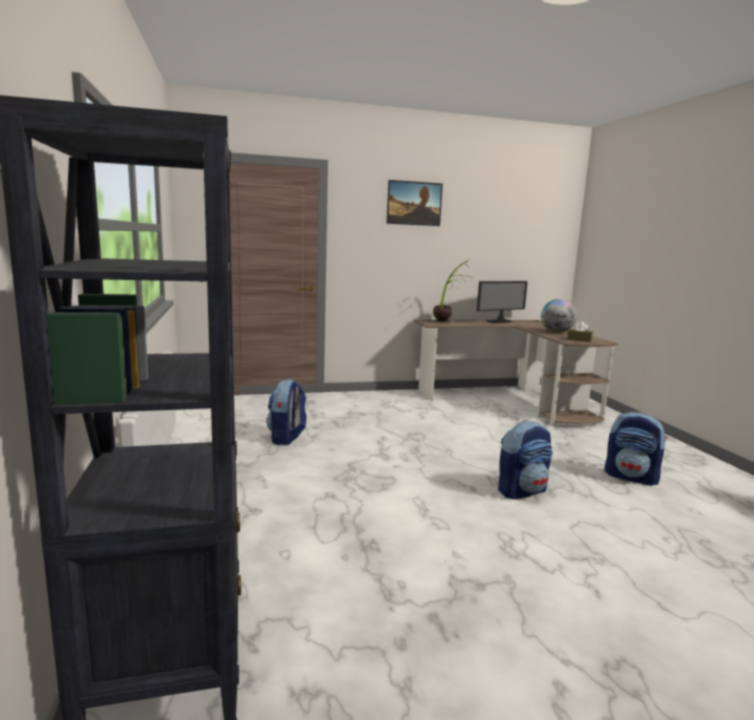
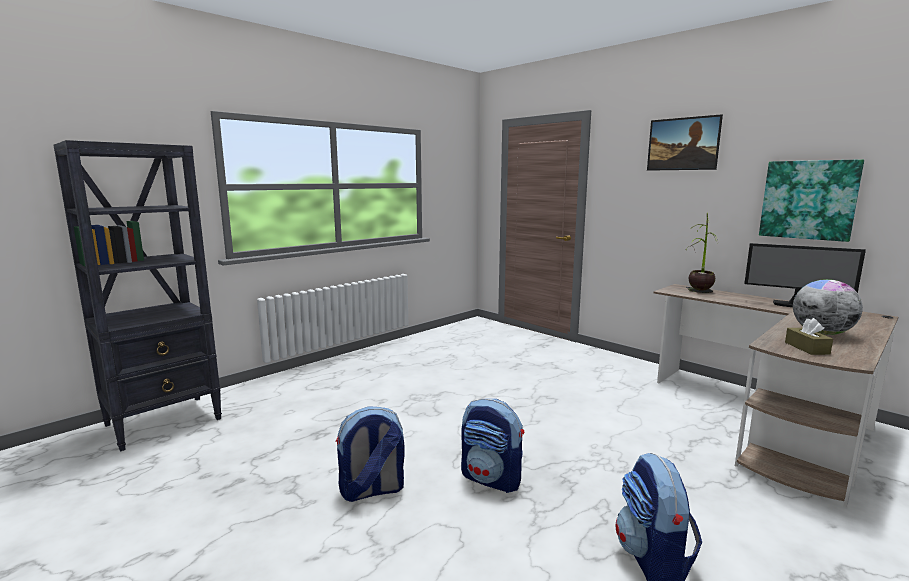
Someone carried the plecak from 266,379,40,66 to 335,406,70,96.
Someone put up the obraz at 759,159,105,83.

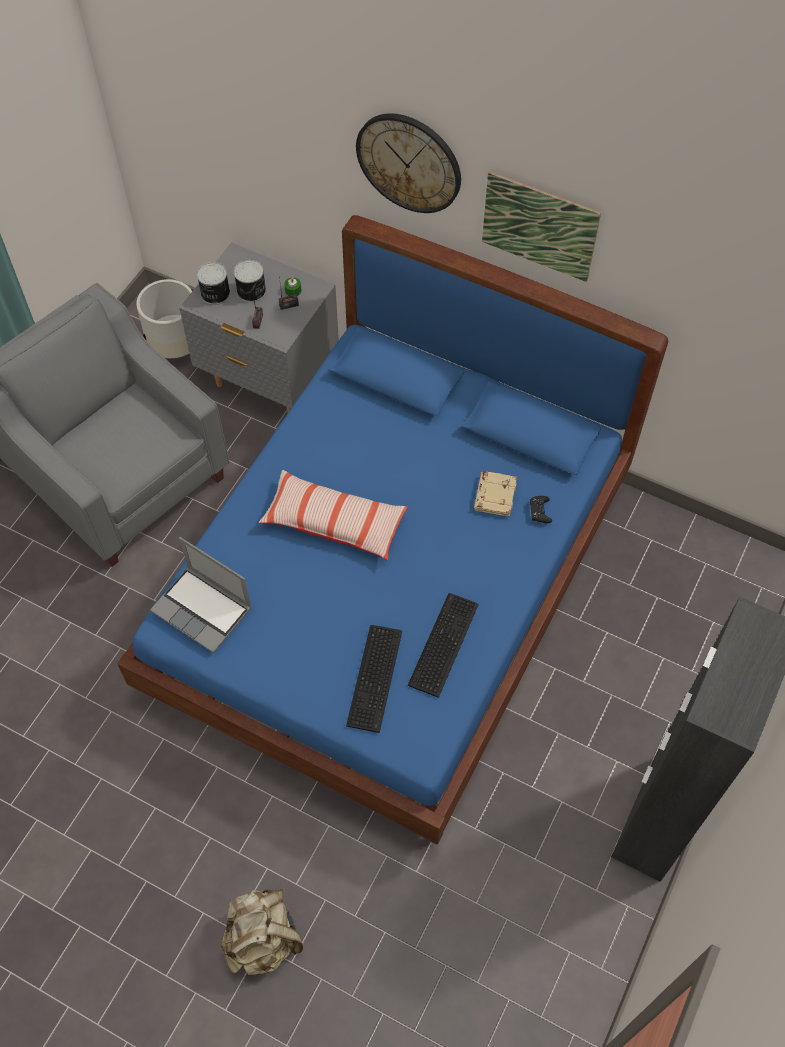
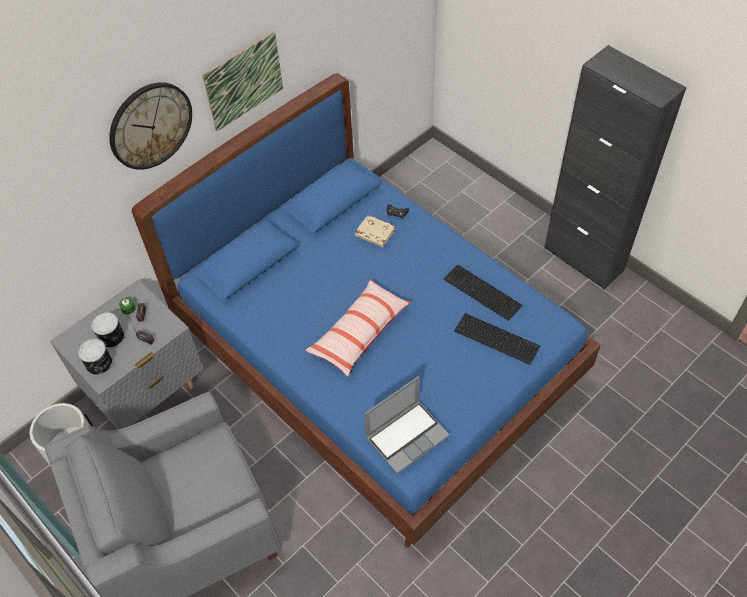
Someone took away the plecak/beżowy at 221,889,82,86.

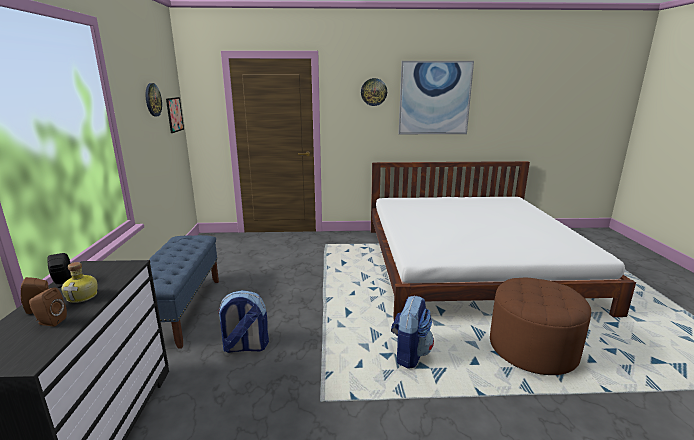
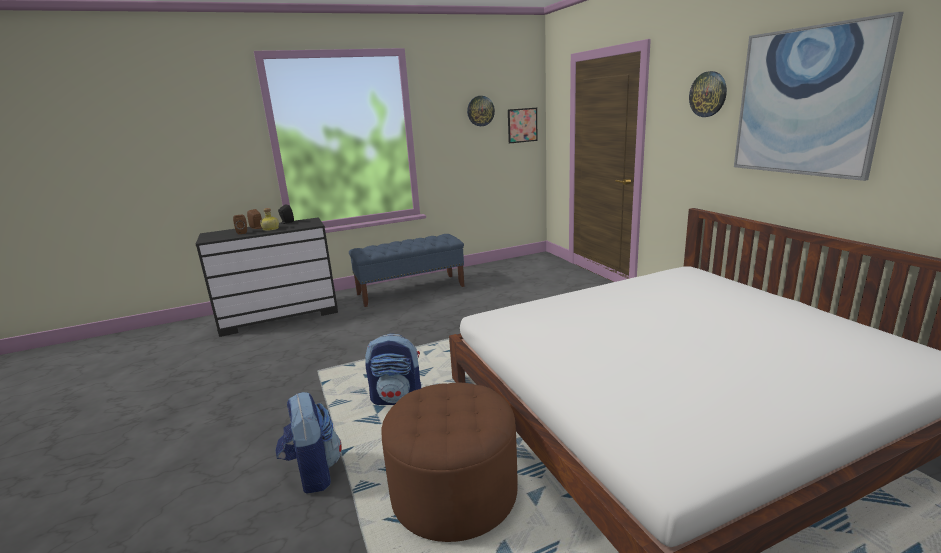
Someone carried the plecak from 217,290,52,63 to 276,392,66,102.

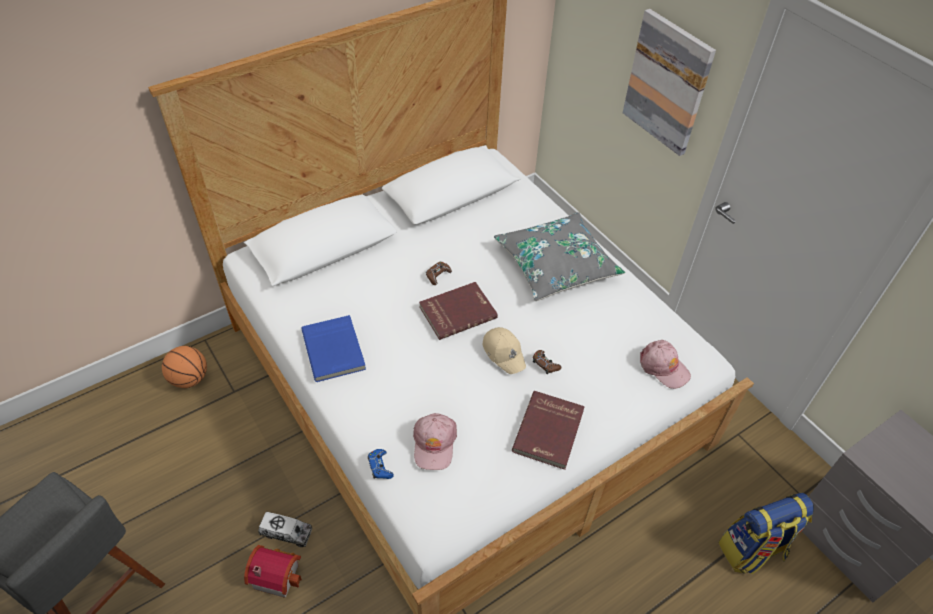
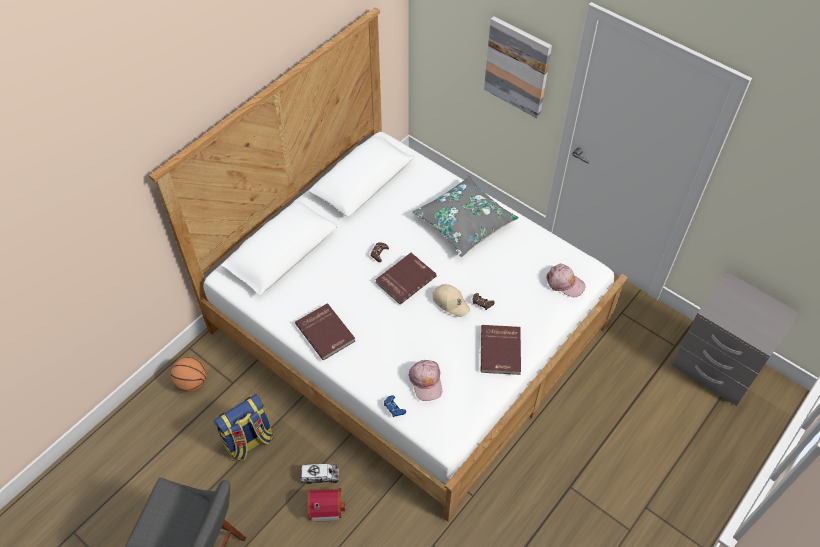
Someone repainted the książka/niebieski at 301,315,65,67, which became the książka/czerwony at 295,303,60,57.
Someone carried the plecak from 718,493,96,81 to 213,394,61,67.

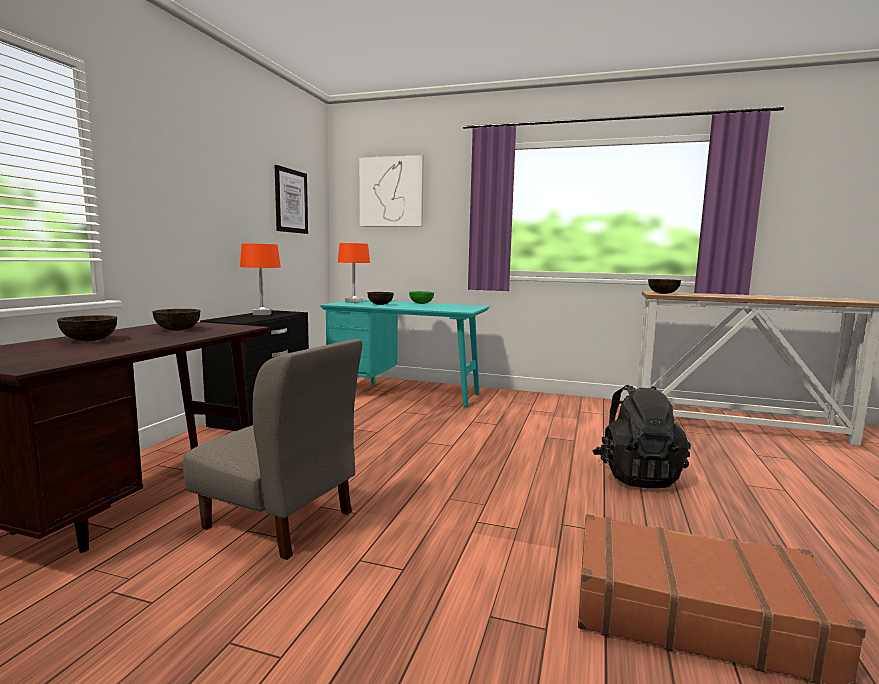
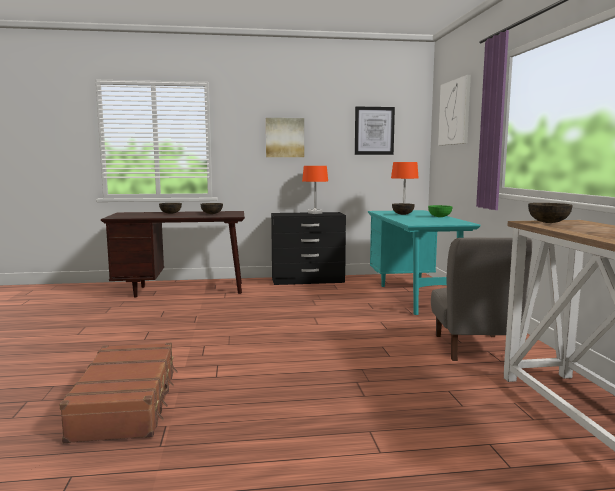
Someone carried the krzesło/szary from 183,339,179,221 to 431,238,101,123.
Someone took away the plecak/czarny at 592,385,99,103.
Someone put up the obraz at 266,118,38,39.

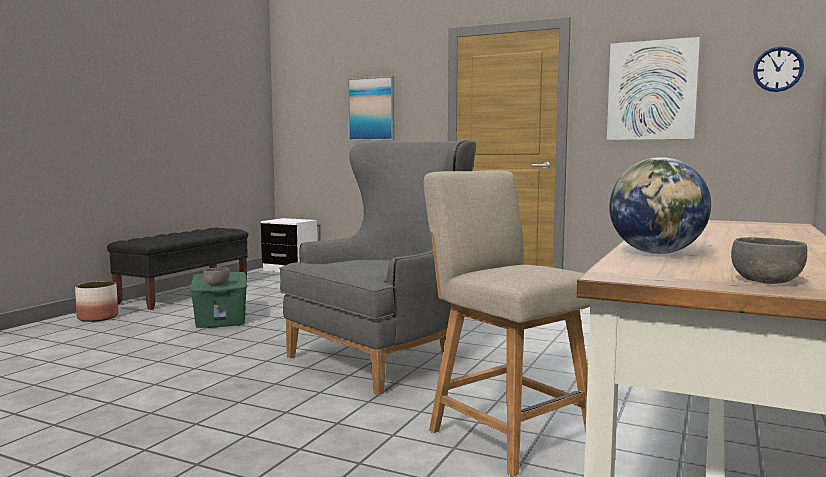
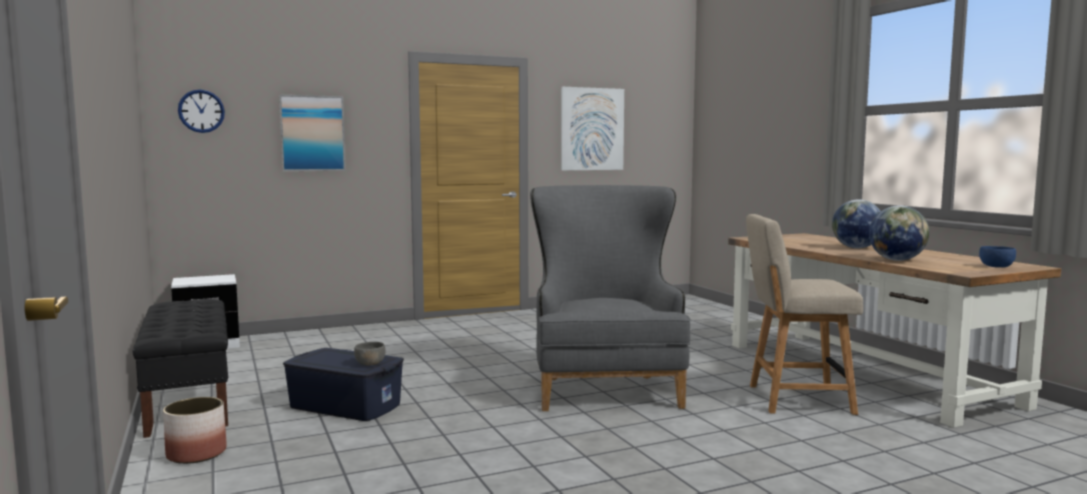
Someone carried the zegar ścienny from 753,46,51,46 to 178,89,47,44.
Someone repainted the miska/szary at 731,237,76,47, which became the miska/niebieski at 979,246,37,21.
Someone repainted the pojemnik do przechowywania/zielony at 190,272,57,56, which became the pojemnik do przechowywania/niebieski at 283,348,121,73.
Someone put down the globus at 832,199,49,49.

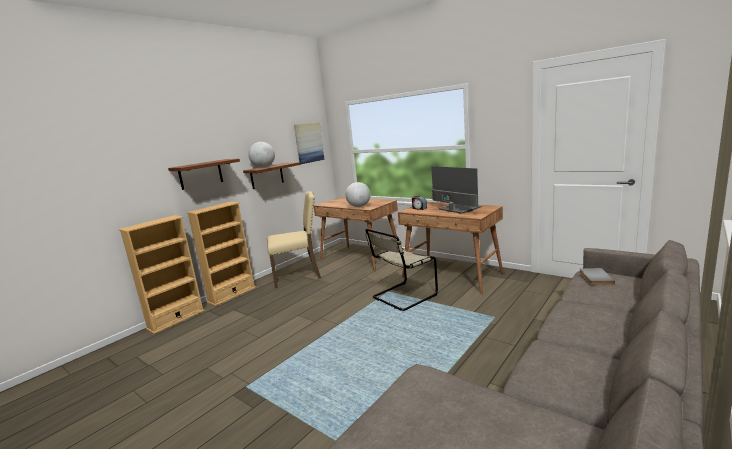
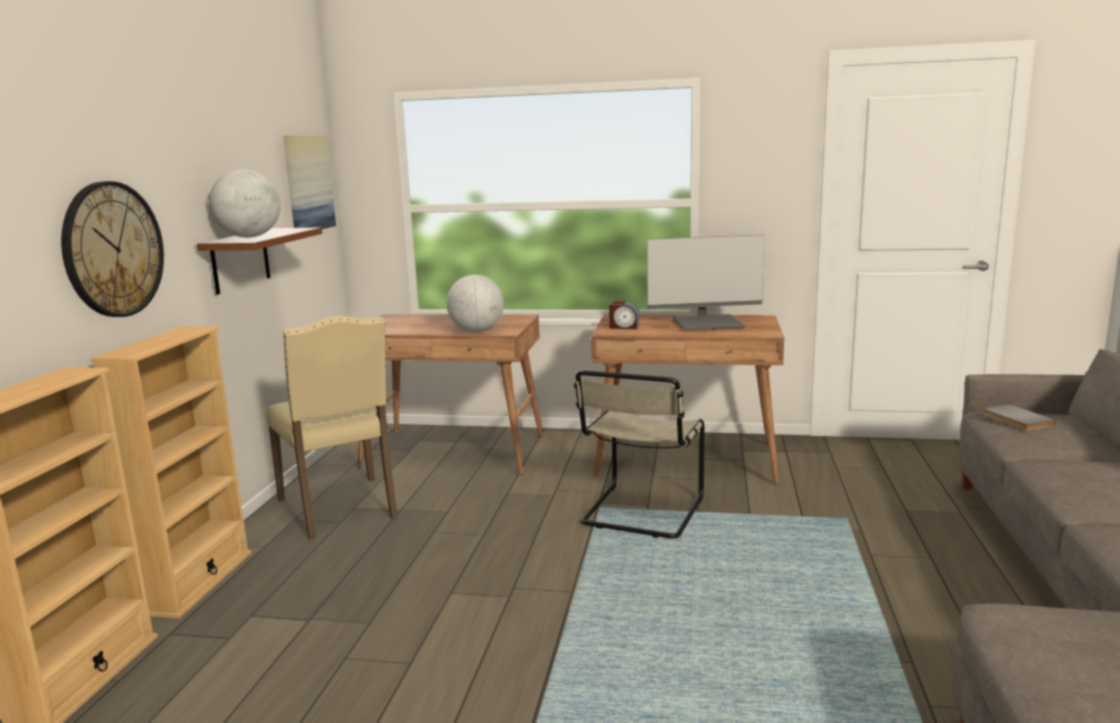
Someone swapped the półka/brązowy at 168,159,72,31 for the zegar ścienny at 61,181,103,136.
Someone rotated the monitor at 431,166,51,48 by 150 degrees clockwise.
Someone rotated the krzesło/beżowy at 267,191,54,97 by 105 degrees clockwise.

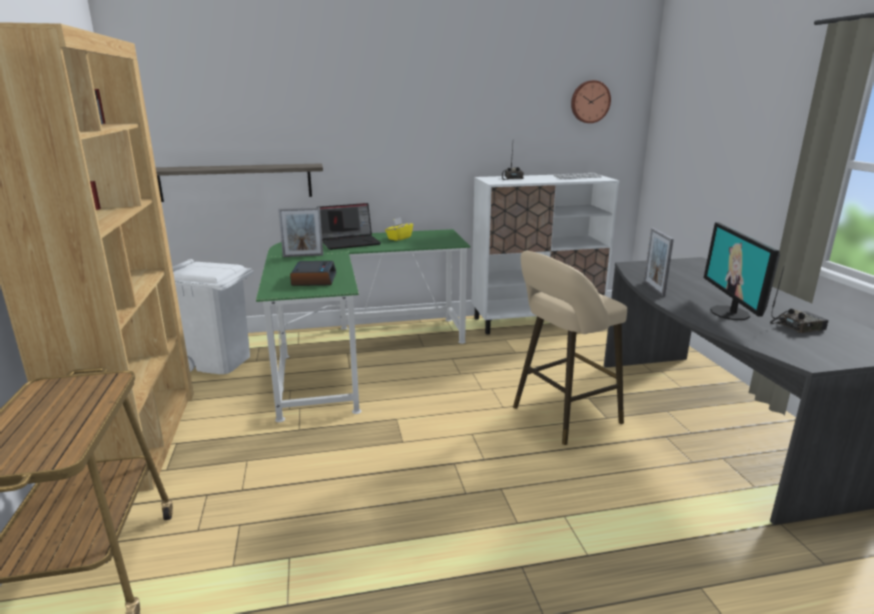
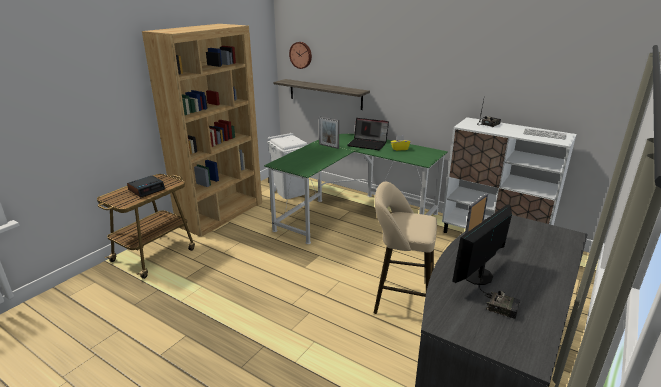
Someone carried the zegar ścienny from 571,80,40,43 to 289,42,23,27.
Someone carried the budzik from 290,261,46,25 to 127,176,38,21.

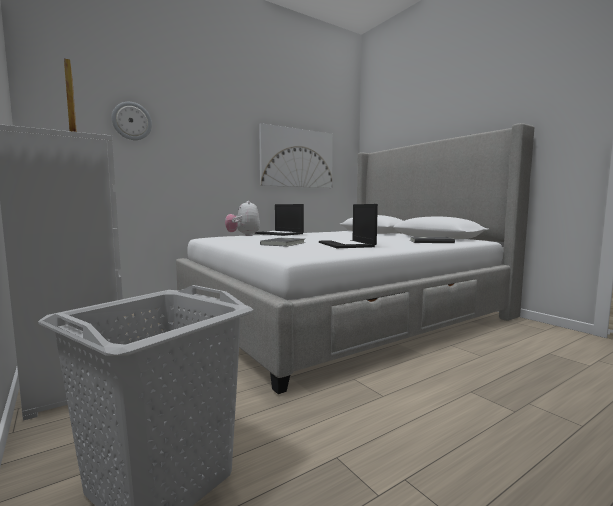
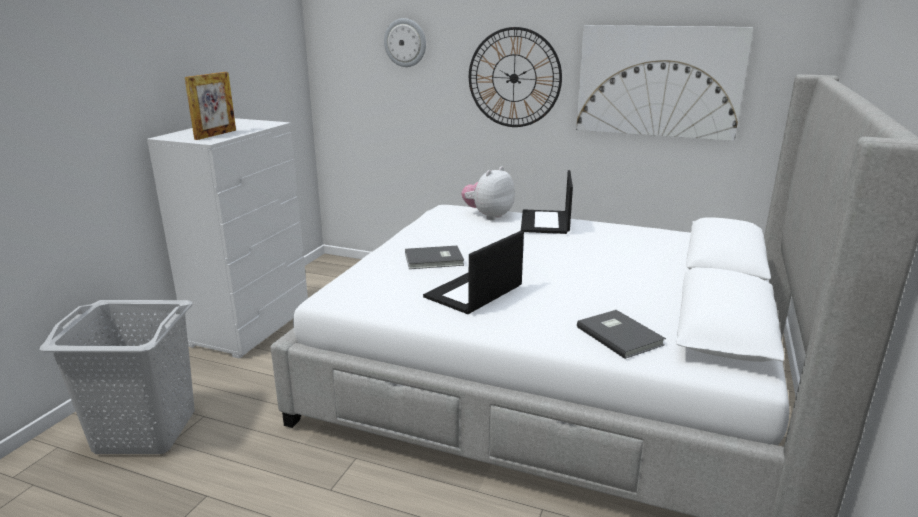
Someone put up the zegar ścienny at 469,27,93,100.

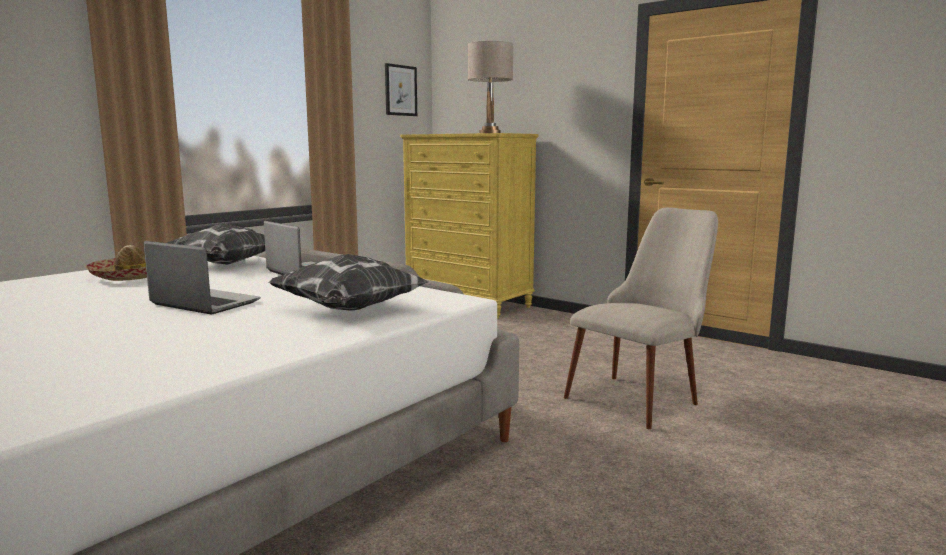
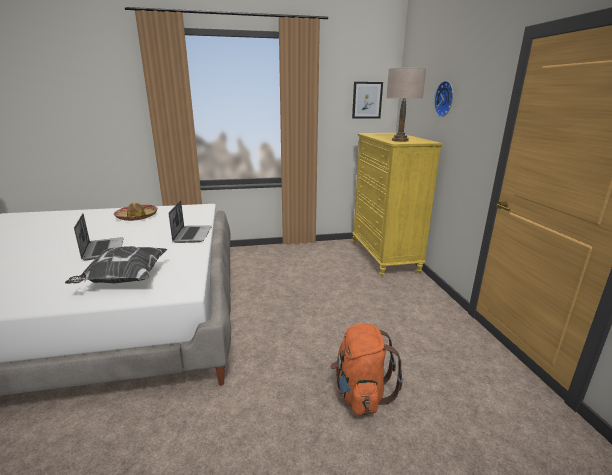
Someone swapped the krzesło/beżowy at 564,208,154,221 for the plecak/pomarańczowy at 330,323,74,92.
Someone took away the poduszka at 167,223,98,42.
Someone put up the zegar ścienny at 434,81,19,36.

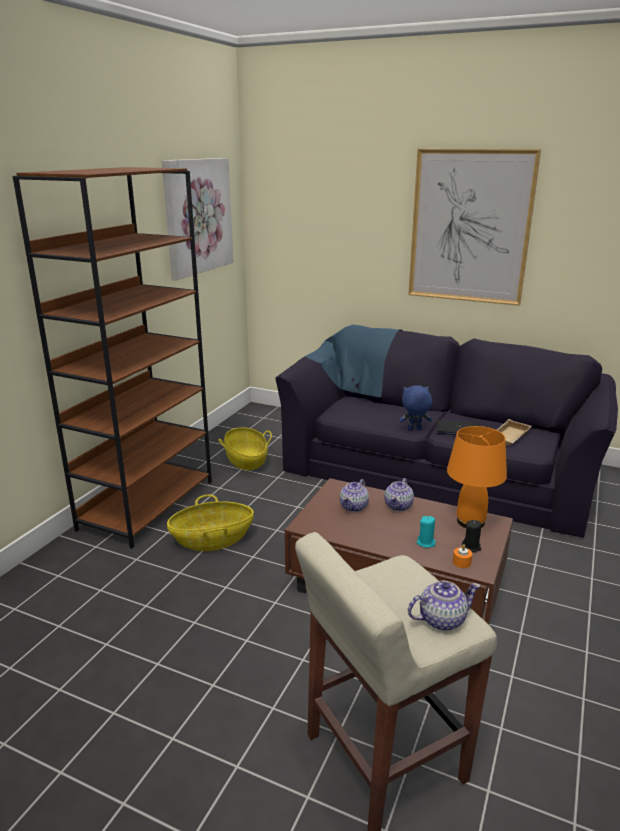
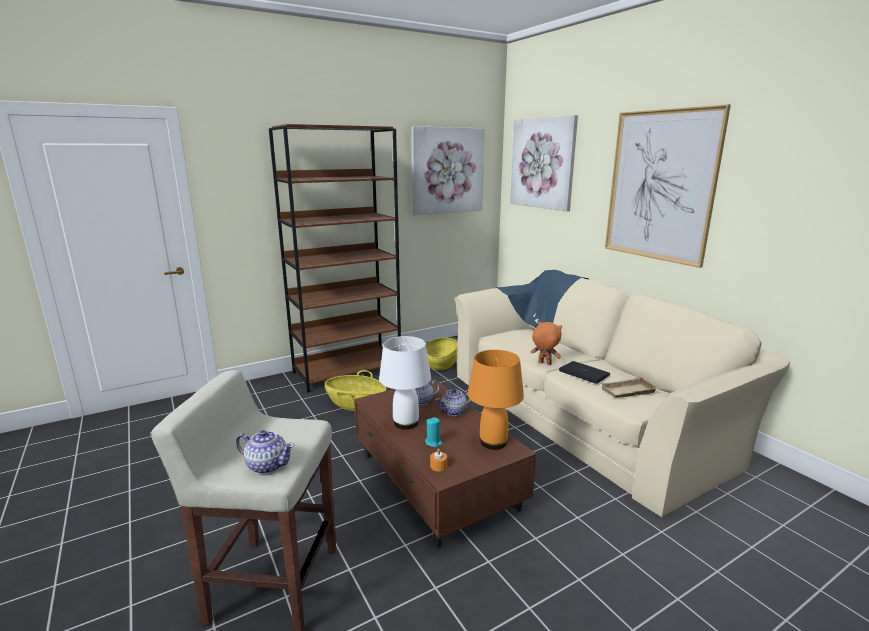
Someone repainted the kanapa/czarny at 275,325,343,213, which became the kanapa/beżowy at 455,270,335,247.
Someone repainted the pluszak/niebieski at 399,385,33,46, which became the pluszak/pomarańczowy at 531,321,31,44.
Someone took away the świeca/czarny at 462,520,19,32.
Someone put up the obraz at 510,115,68,96.
Someone put down the lampa stołowa/biały at 379,336,52,94.

